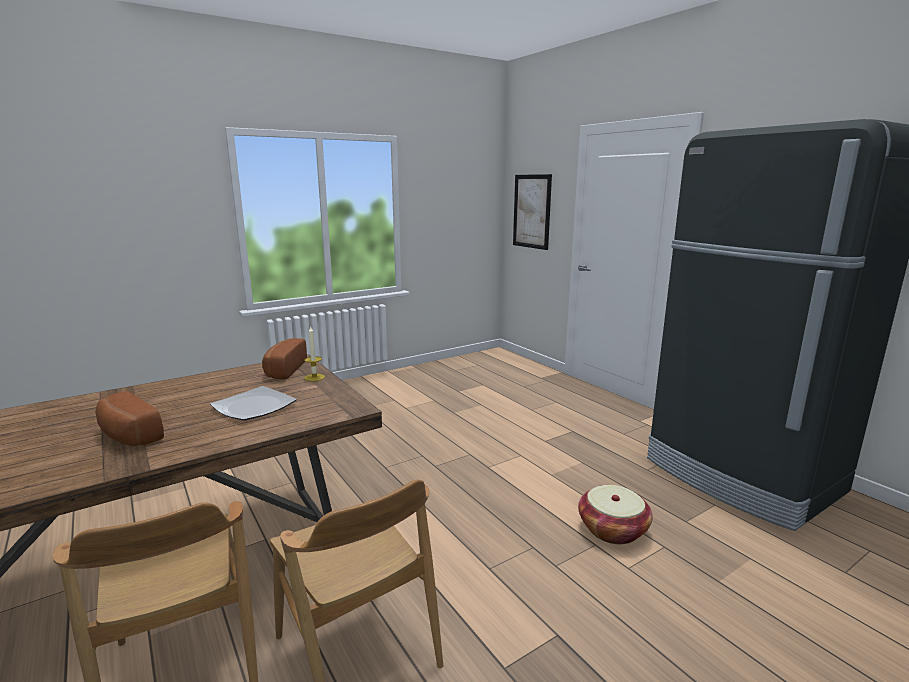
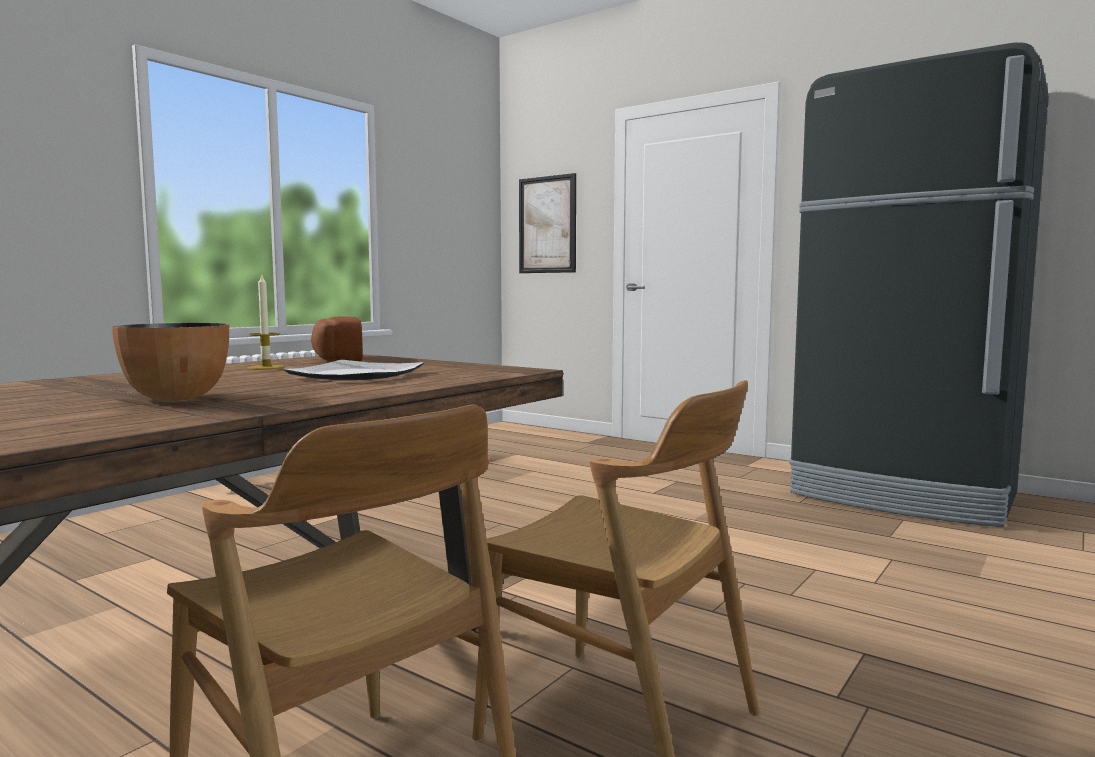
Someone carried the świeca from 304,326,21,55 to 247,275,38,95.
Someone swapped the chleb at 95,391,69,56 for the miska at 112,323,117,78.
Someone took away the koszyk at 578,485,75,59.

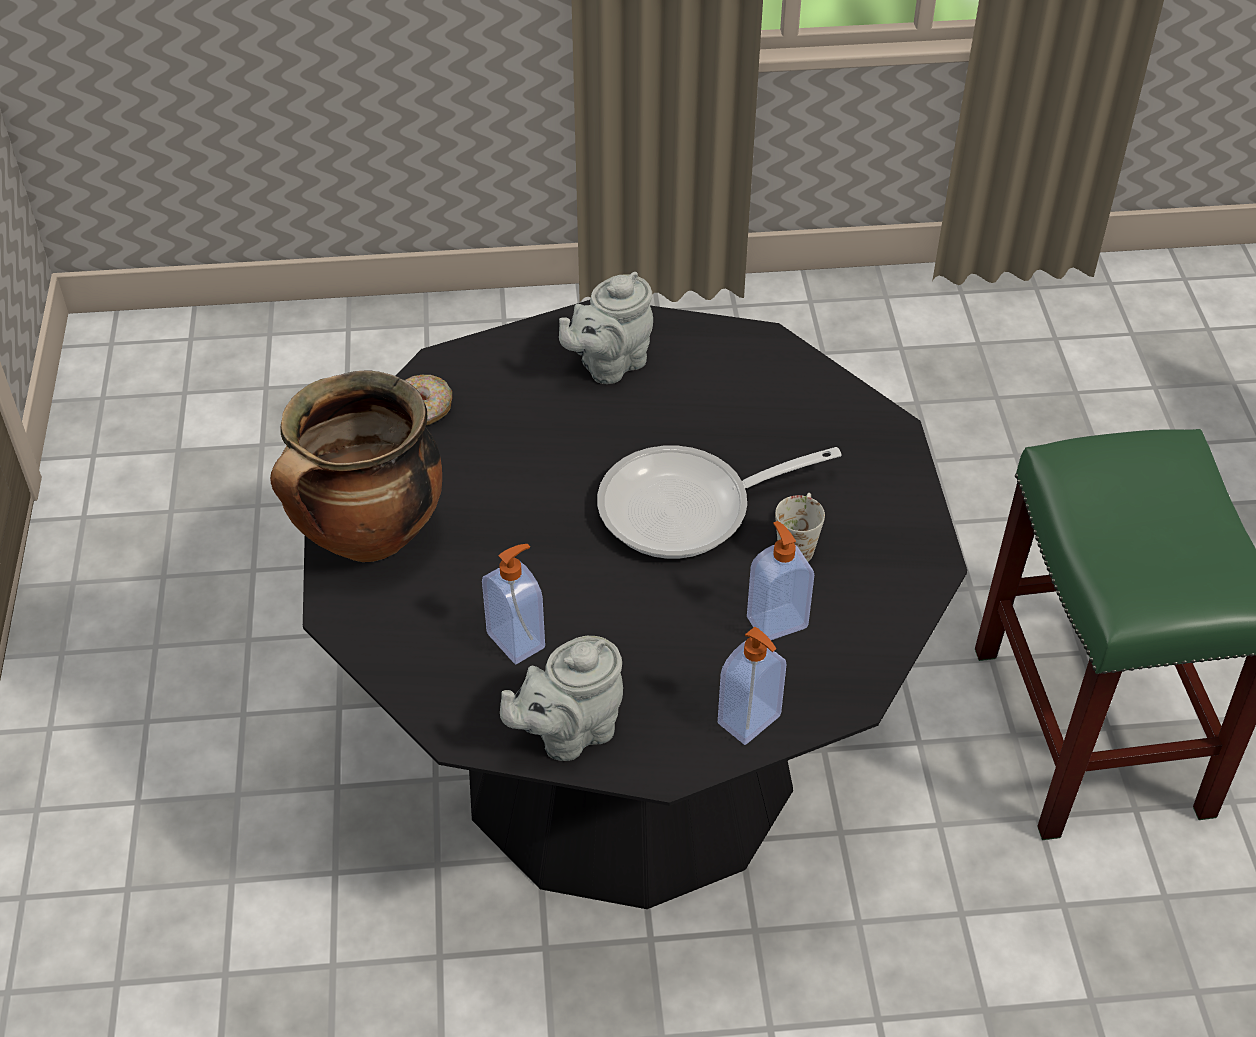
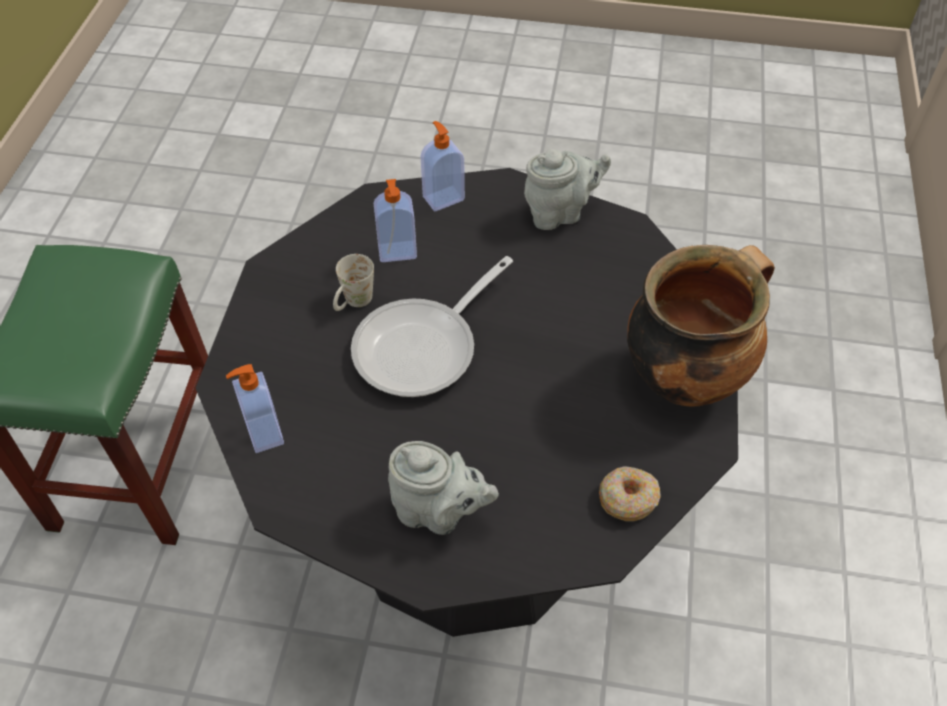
Someone rotated the imbryk/szary at 559,272,94,112 by 45 degrees clockwise.
Someone rotated the patelnia at 597,446,245,113 by 135 degrees clockwise.
Someone carried the dozownik mydła from 482,544,63,120 to 226,364,58,89.

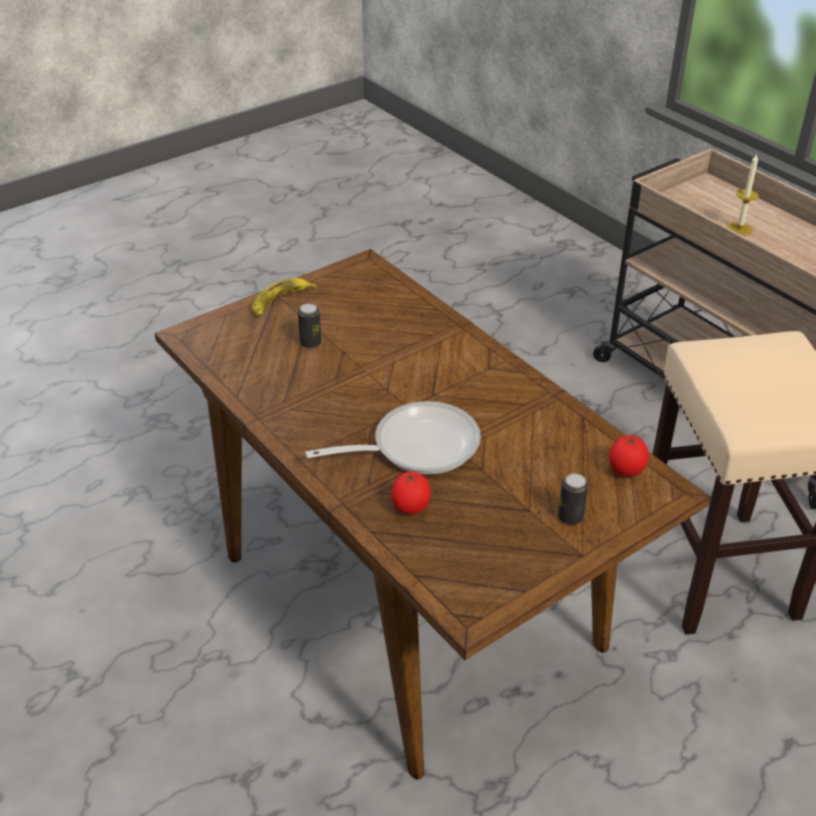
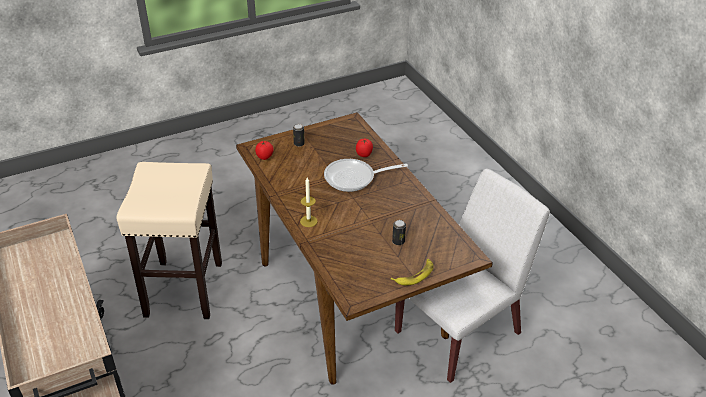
Someone carried the świeca from 727,154,32,82 to 300,177,18,50.
Someone put down the krzesło/biały at 395,168,155,215.

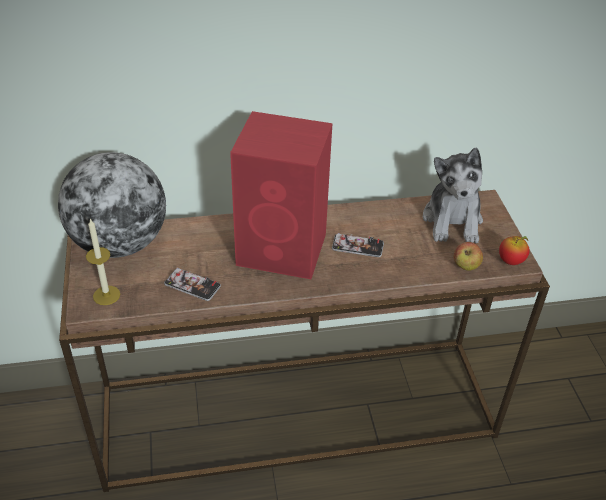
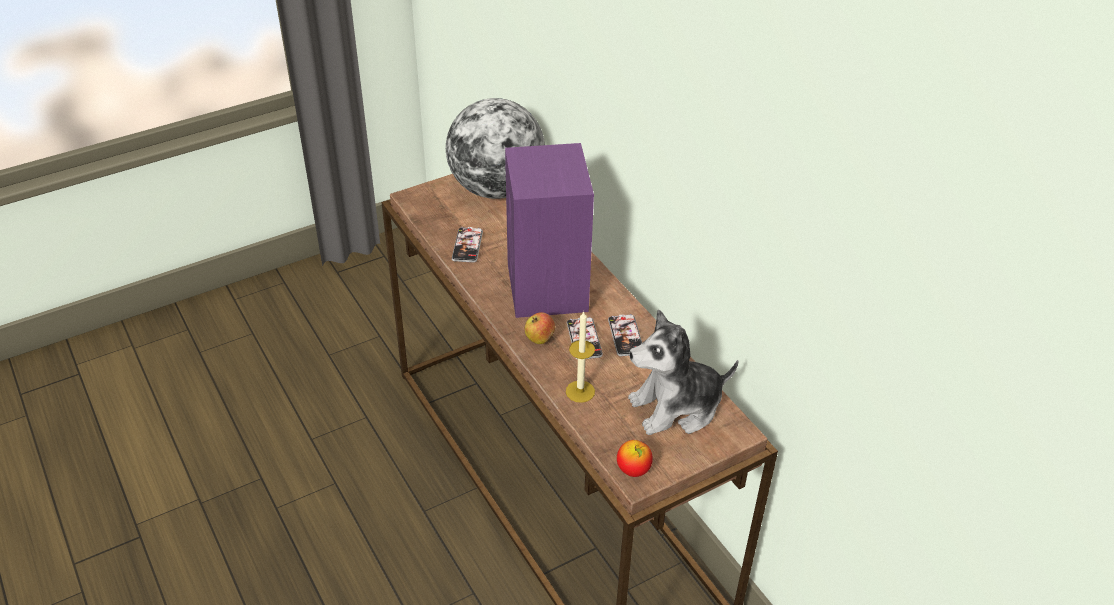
Someone repainted the głośnik/czerwony at 230,111,103,168, which became the głośnik/fioletowy at 505,143,89,175.
Someone carried the świeca from 86,219,34,86 to 566,311,29,92.
Someone carried the jabłko from 454,242,29,29 to 525,312,30,32.
Someone put down the telefon at 608,314,34,42.

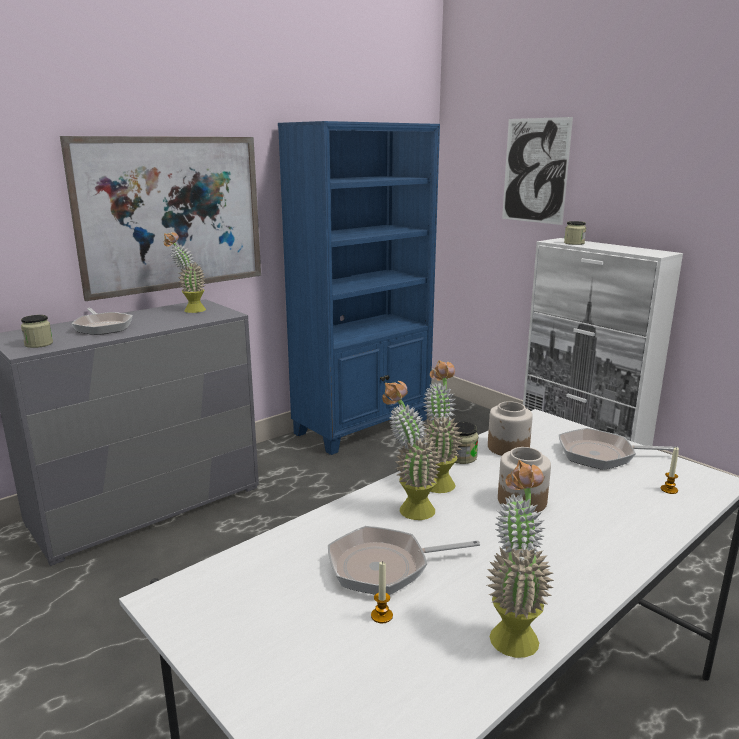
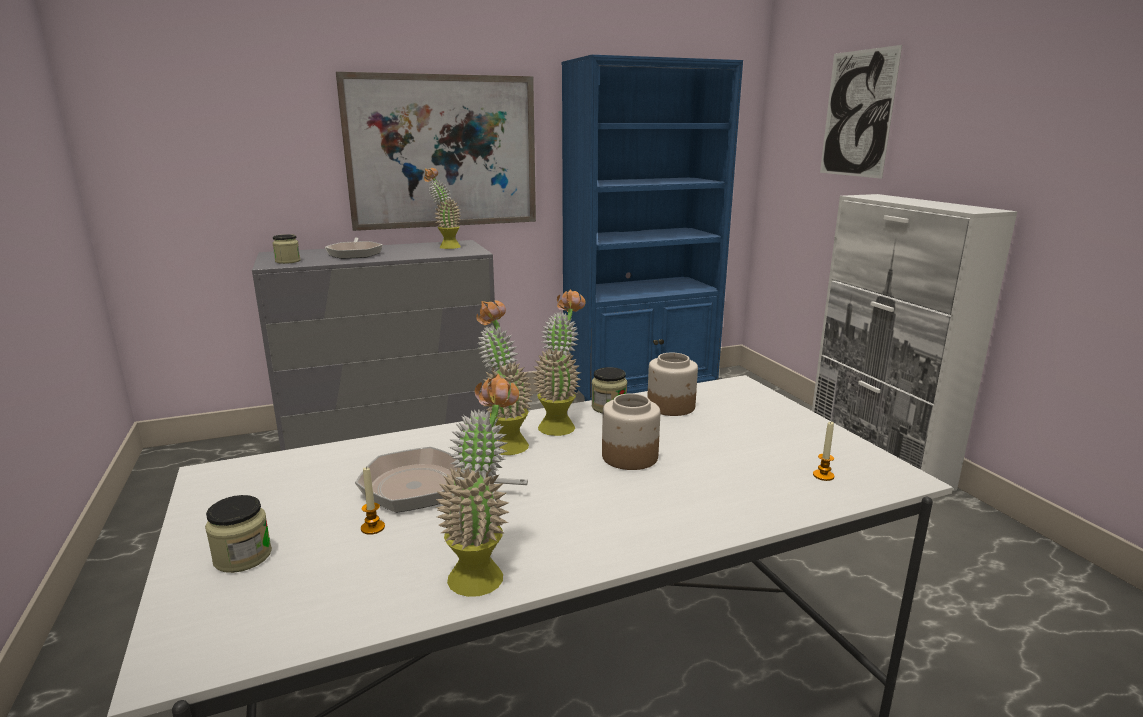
Someone carried the słoik from 564,221,22,24 to 205,495,67,78.
Someone took away the patelnia at 559,428,119,42.

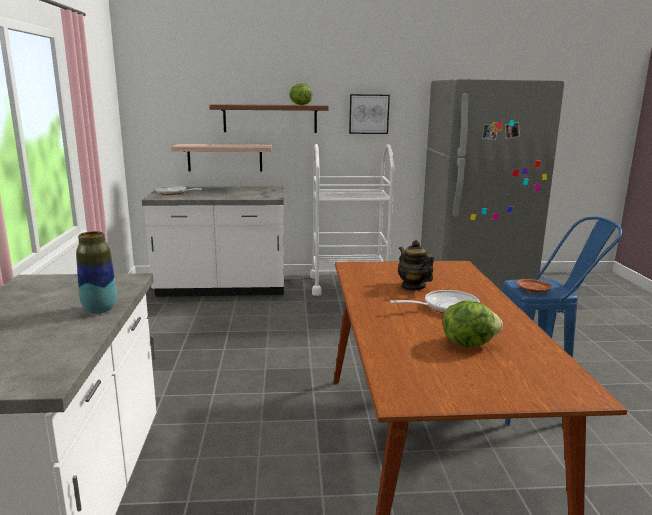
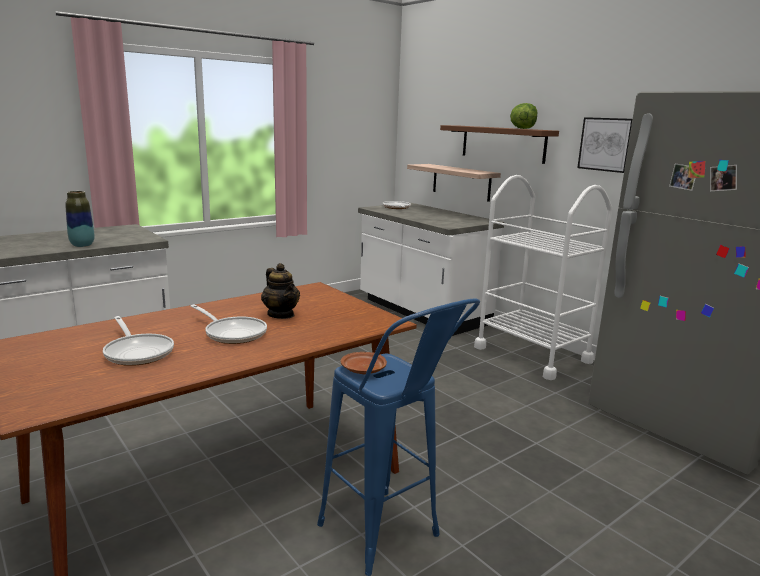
Someone rotated the imbryk at 398,240,36,51 by 120 degrees clockwise.
Someone swapped the sałata at 443,300,60,47 for the patelnia at 103,316,71,50.

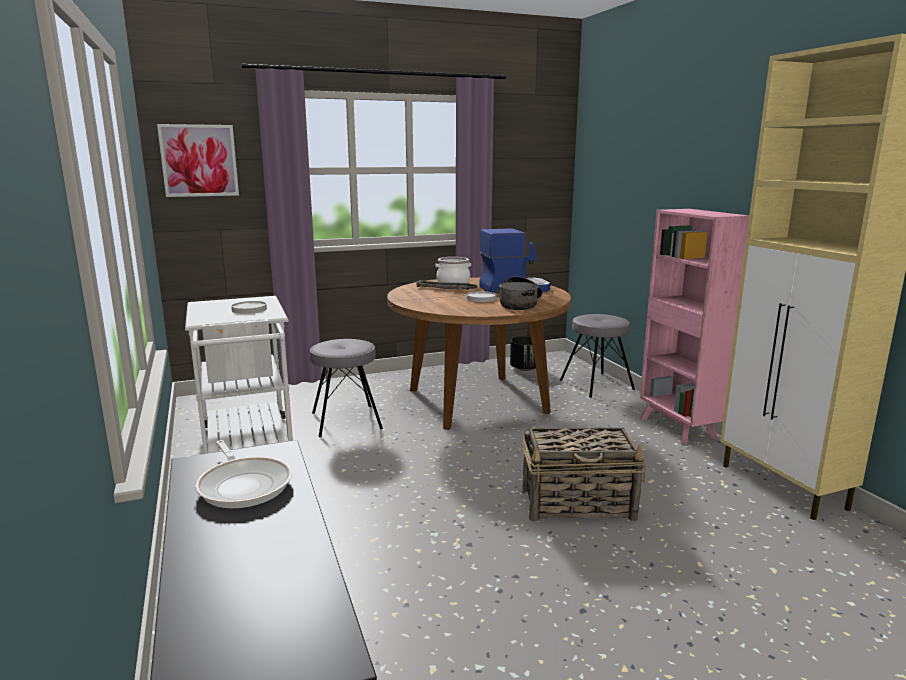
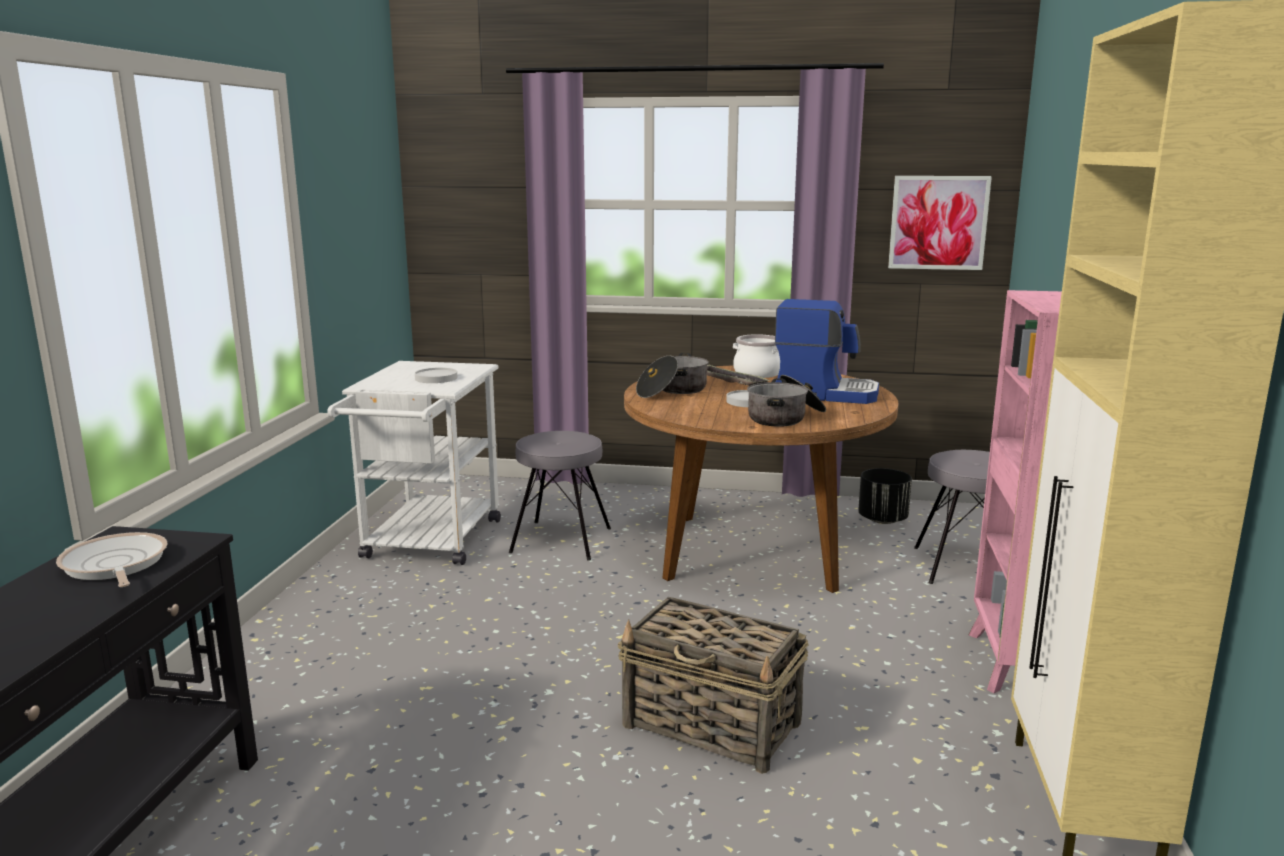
Someone carried the obraz from 157,124,82,73 to 888,176,104,94.
Someone rotated the patelnia at 195,440,97,68 by 150 degrees clockwise.
Someone put down the garnek at 636,353,73,45.

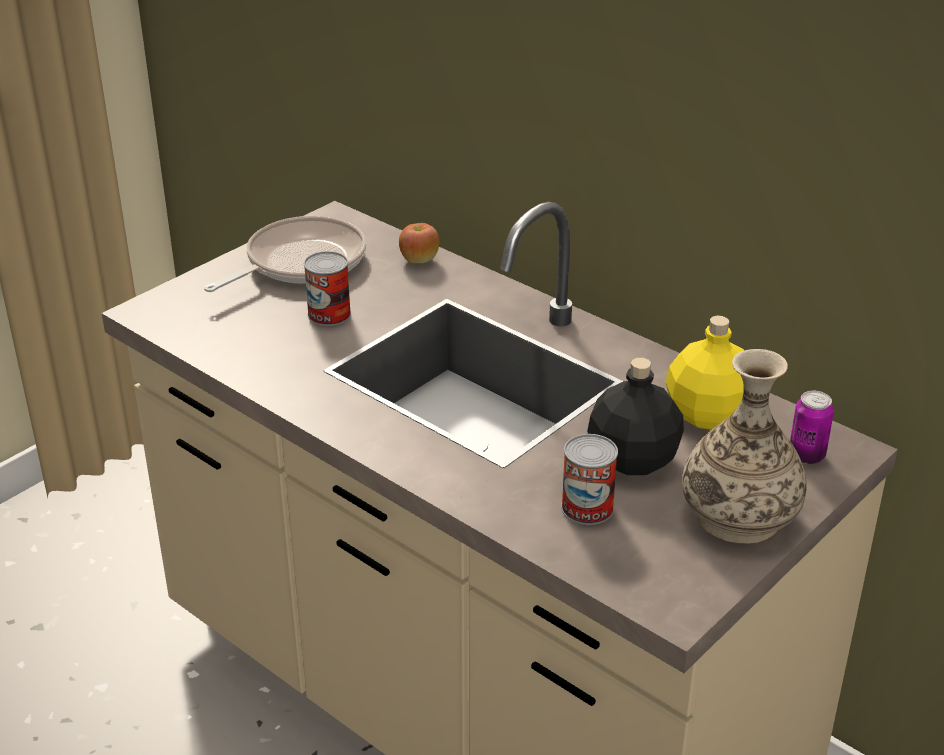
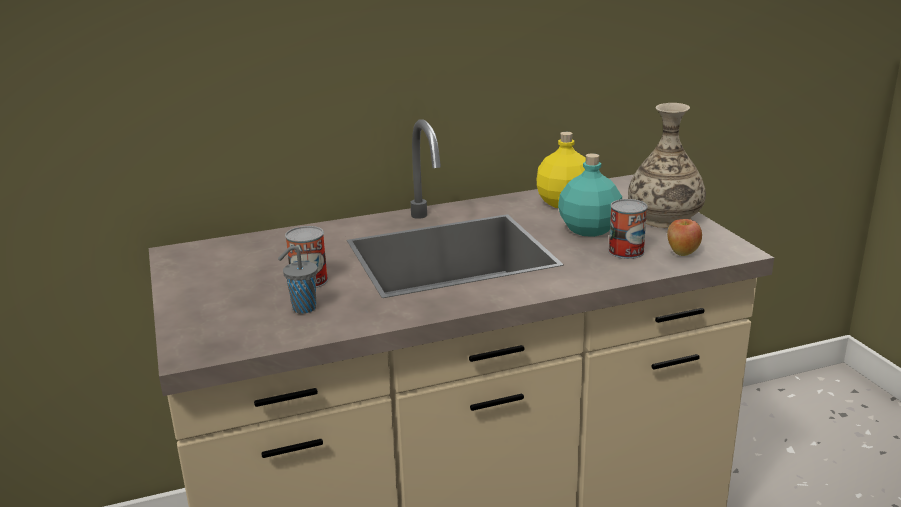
Someone took away the patelnia at 204,216,162,76.
Someone carried the jabłko from 399,223,40,40 to 667,219,35,37.
Someone repainted the butelka/czarny at 587,358,97,117, which became the butelka/turkusowy at 558,153,64,84.
Someone took away the puszka at 790,391,44,73.
Someone put down the filiżanka/szary at 278,246,40,68.

